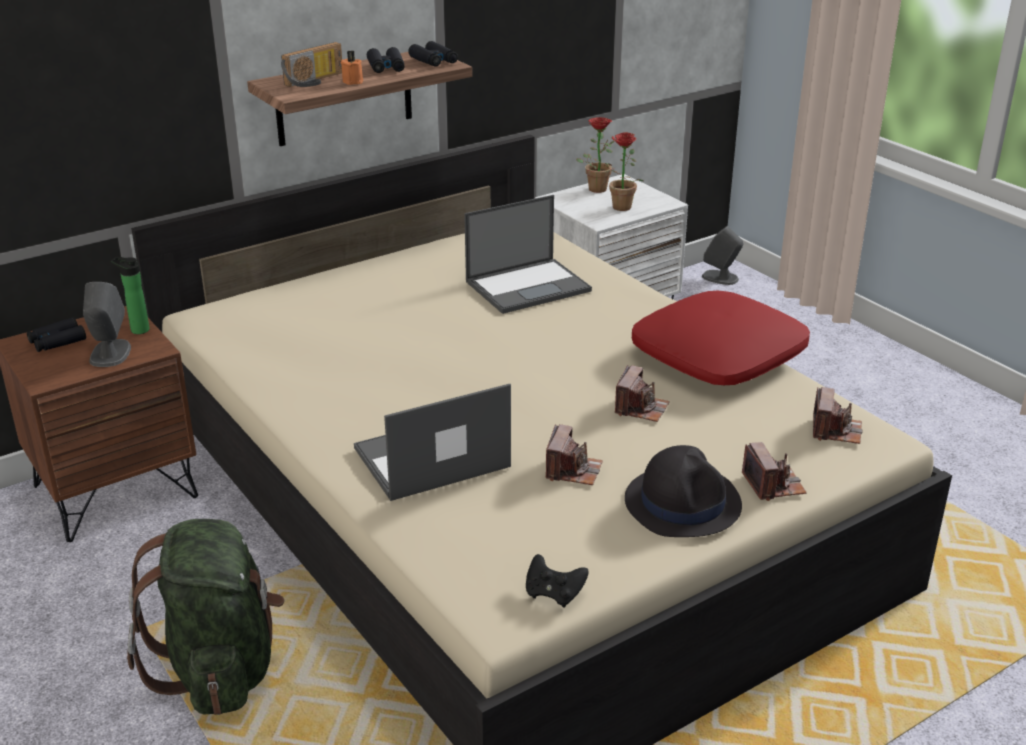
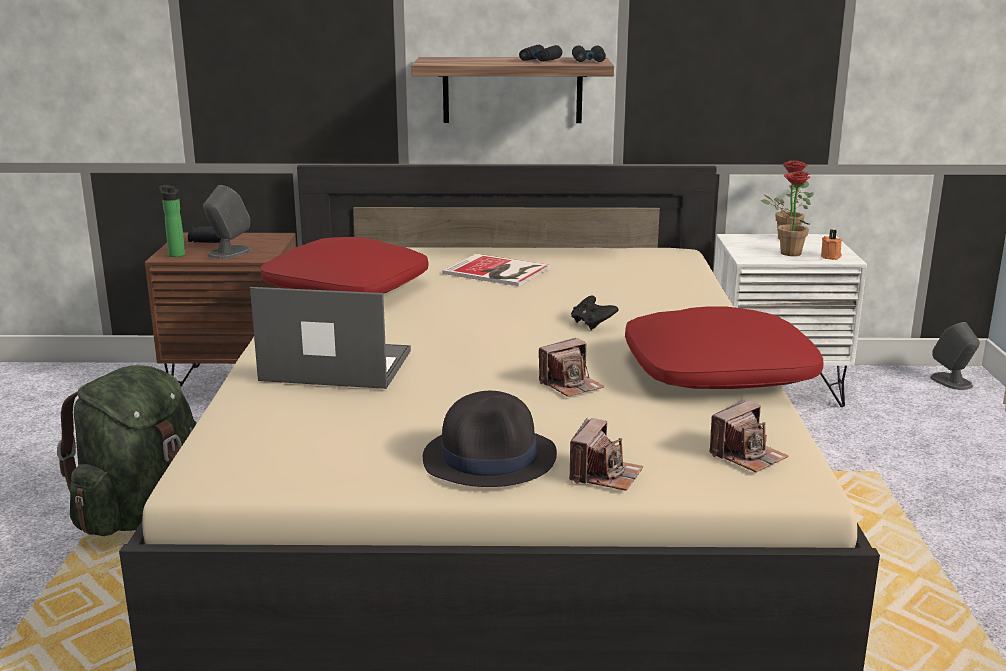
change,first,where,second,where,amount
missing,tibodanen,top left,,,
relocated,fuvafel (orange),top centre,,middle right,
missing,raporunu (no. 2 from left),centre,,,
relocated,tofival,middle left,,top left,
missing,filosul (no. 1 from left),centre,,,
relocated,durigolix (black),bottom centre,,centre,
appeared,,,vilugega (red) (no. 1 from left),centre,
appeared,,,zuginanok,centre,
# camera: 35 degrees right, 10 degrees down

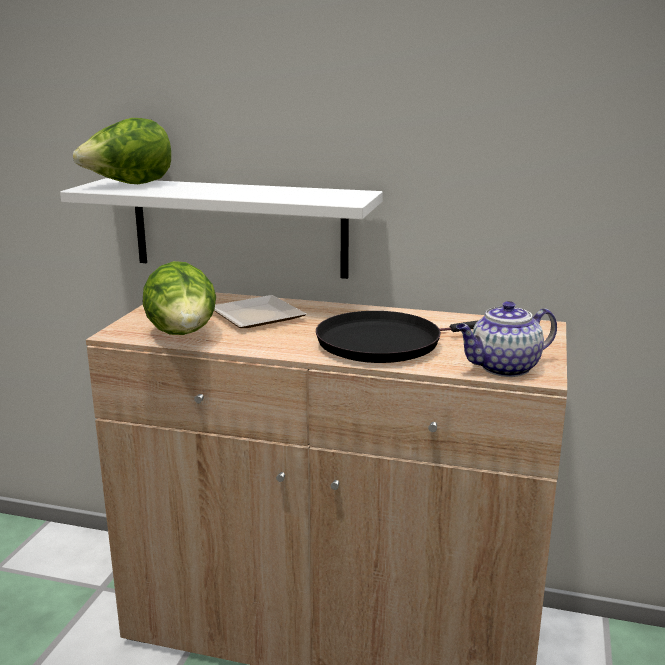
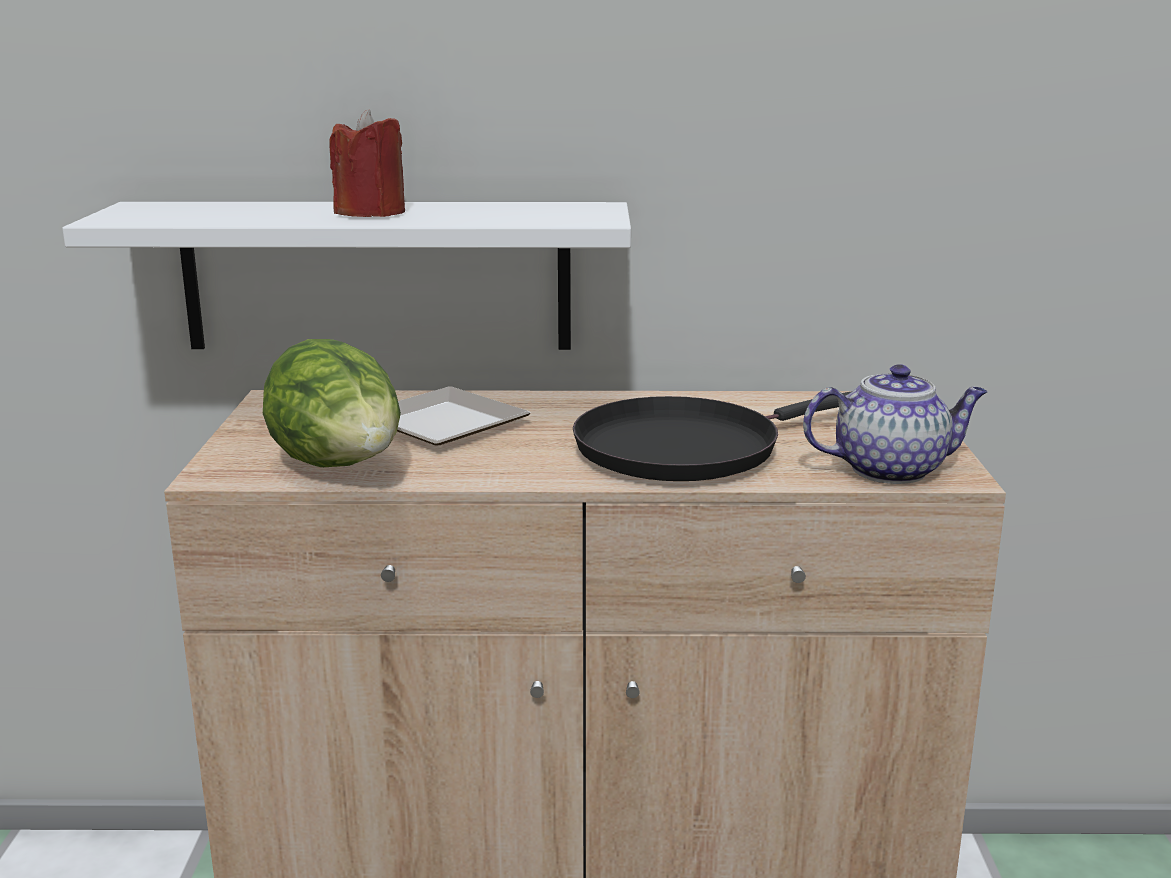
change,first,where,second,where,amount
missing,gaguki (no. 1 from left),top left,,,
spun,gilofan,middle right,,middle right,150 degrees counterclockwise
appeared,,,fuvafel (red),top left,
# camera: 15 degrees left, 0 degrees up

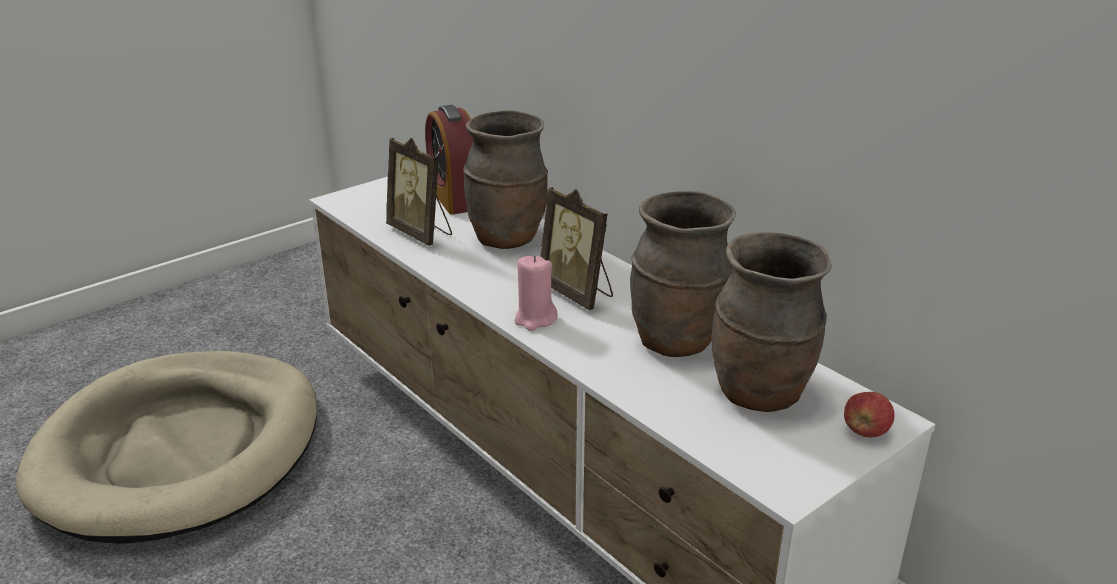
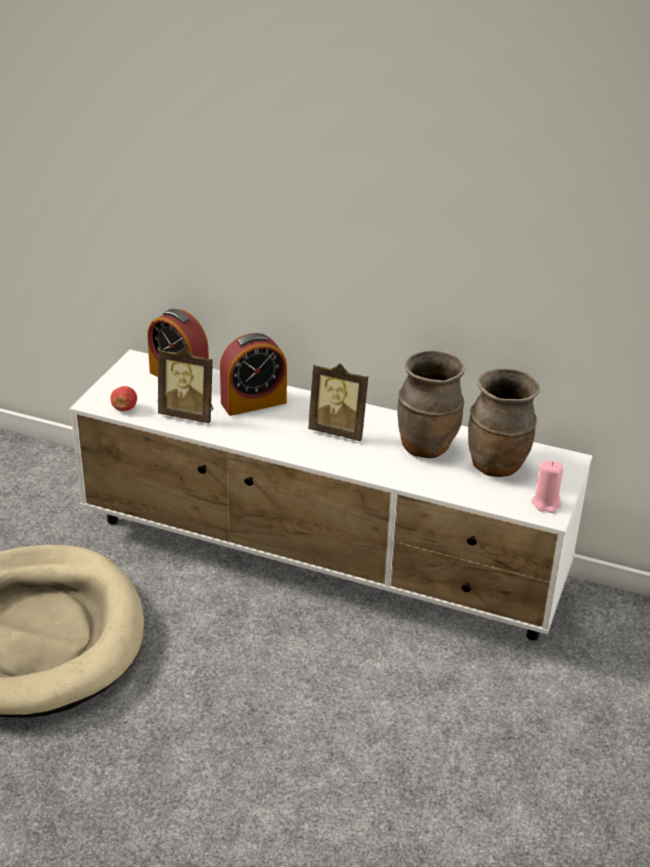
change,first,where,second,where,amount
exchanged,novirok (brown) (no. 1 from left),top centre,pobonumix (no. 2 from left),centre,
relocated,fuvafel (pink),centre,,middle right,
relocated,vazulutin,bottom right,,middle left,
# camera: 30 degrees left, 5 degrees up

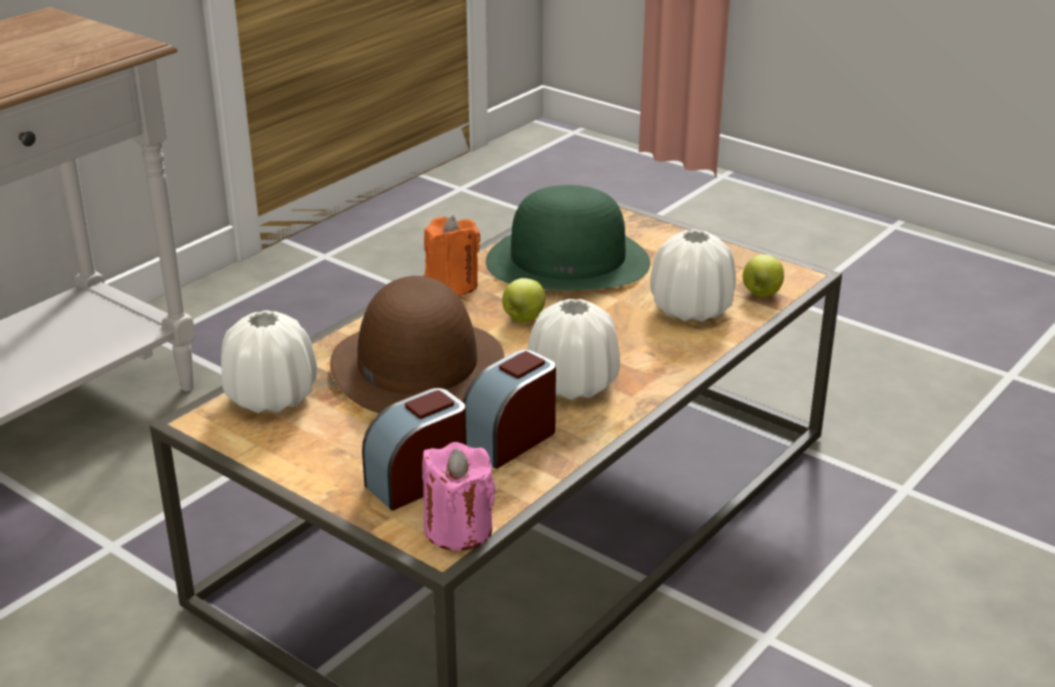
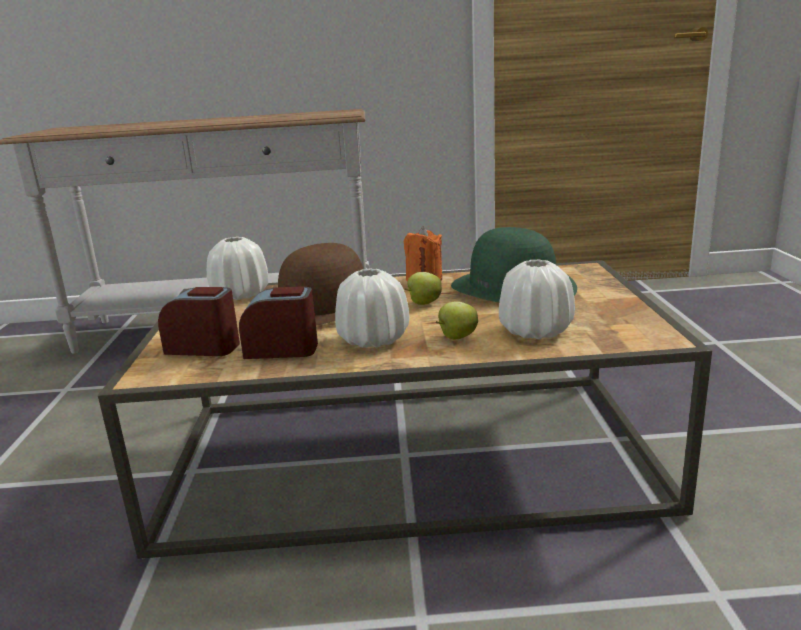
change,first,where,second,where,amount
relocated,vazulutin (no. 2 from left),middle right,,centre,
missing,fuvafel (pink),bottom centre,,,
# camera: 50 degrees right, 10 degrees down

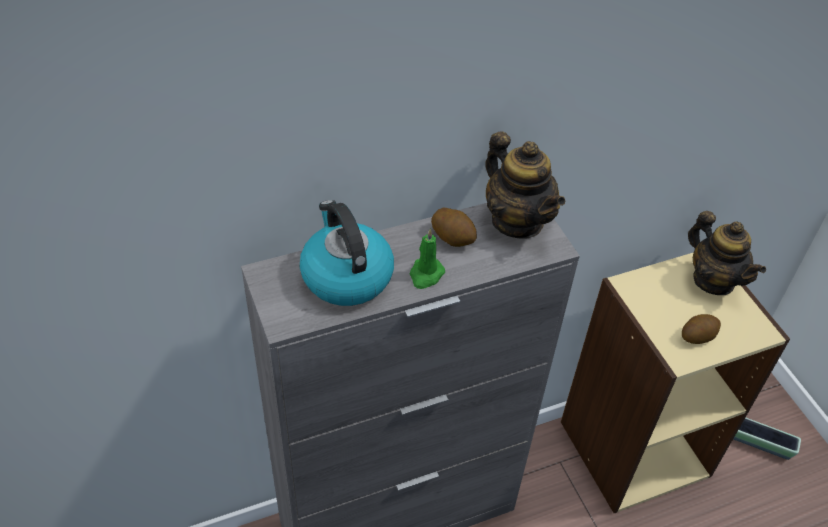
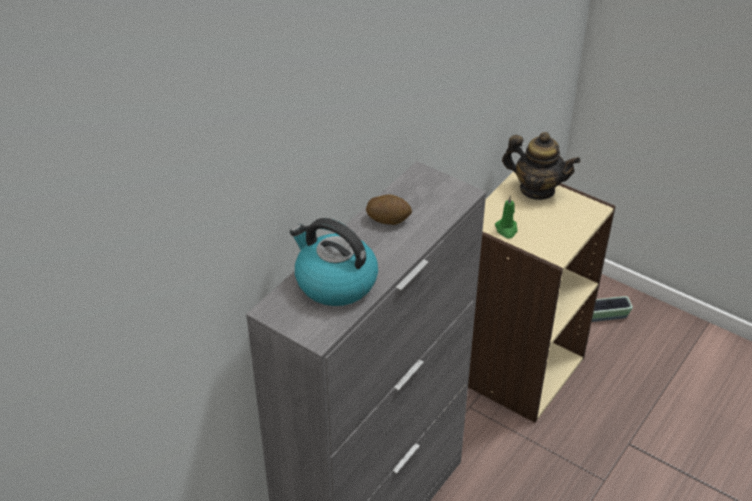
change,first,where,second,where,amount
missing,gilofan (no. 1 from left),centre,,,
relocated,fuvafel (green),centre,,middle right,
missing,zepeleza (no. 2 from left),middle right,,,
# camera: 30 degrees left, 5 degrees down

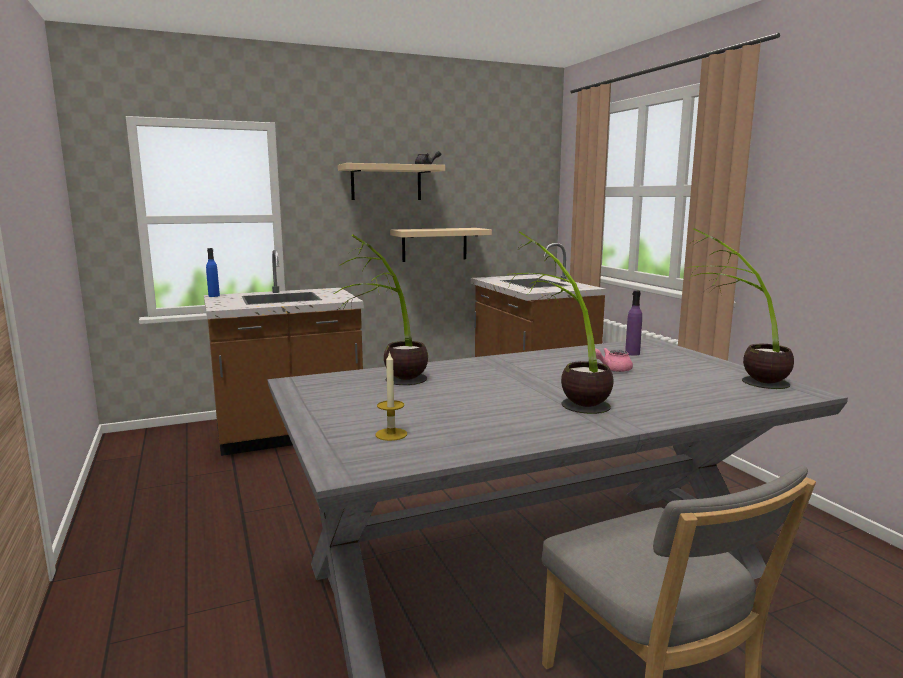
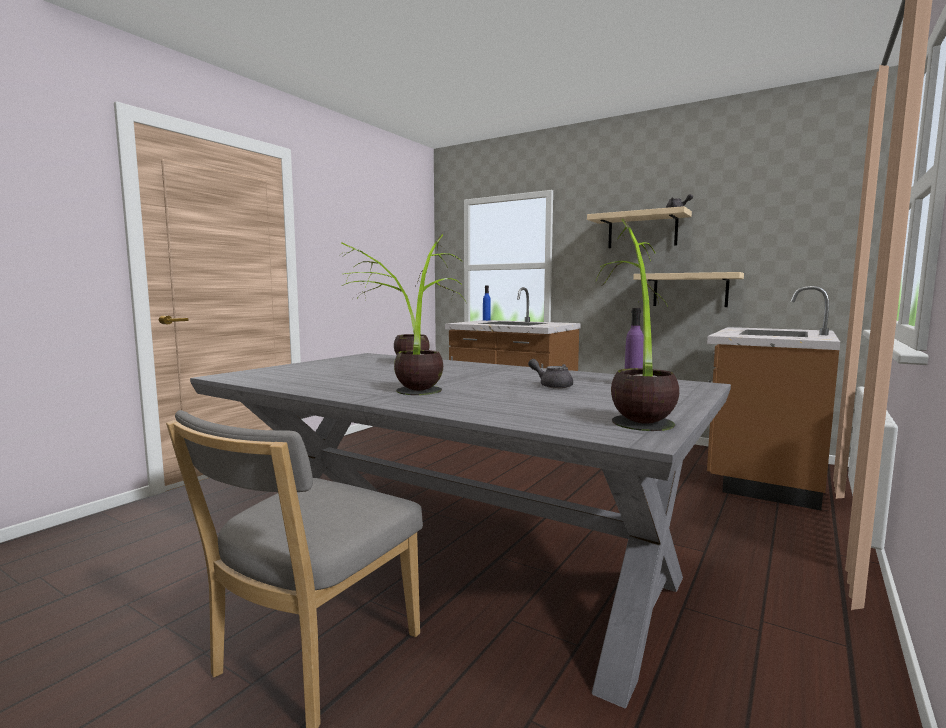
change,first,where,second,where,amount
colour,gilofan (pink),middle right,gilofan (grey) (no. 1 from left),centre,
missing,fuvafel,centre,,,
# camera: 55 degrees right, 5 degrees down

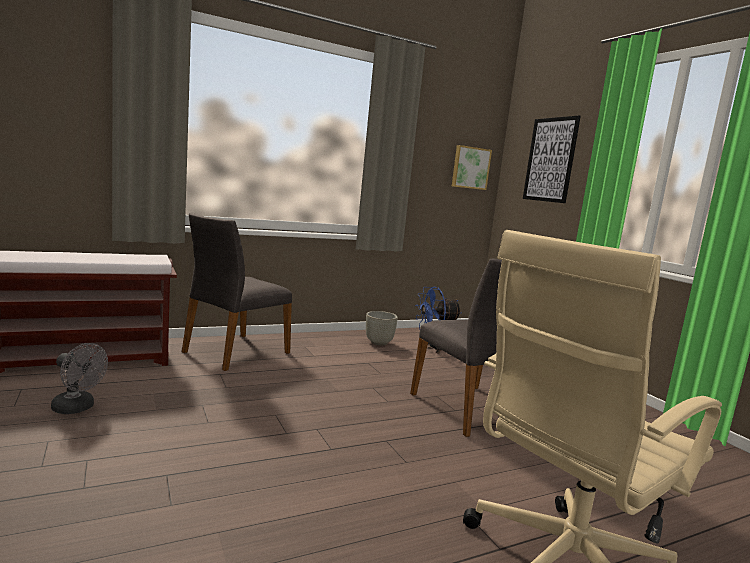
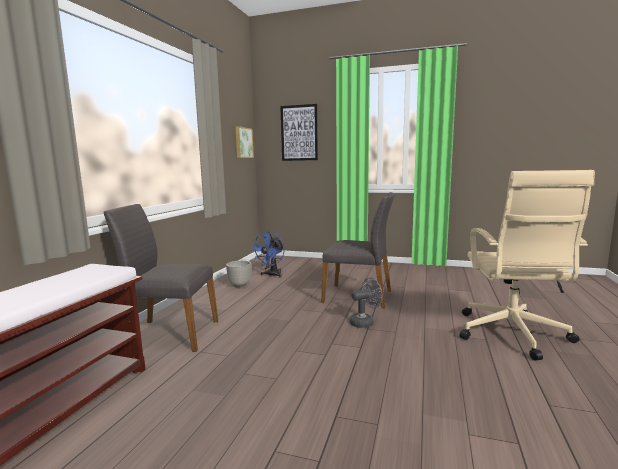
change,first,where,second,where,amount
spun,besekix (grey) (no. 1 from left),middle left,,middle left,105 degrees clockwise
relocated,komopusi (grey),bottom left,,centre,
# camera: 45 degrees left, 0 degrees up

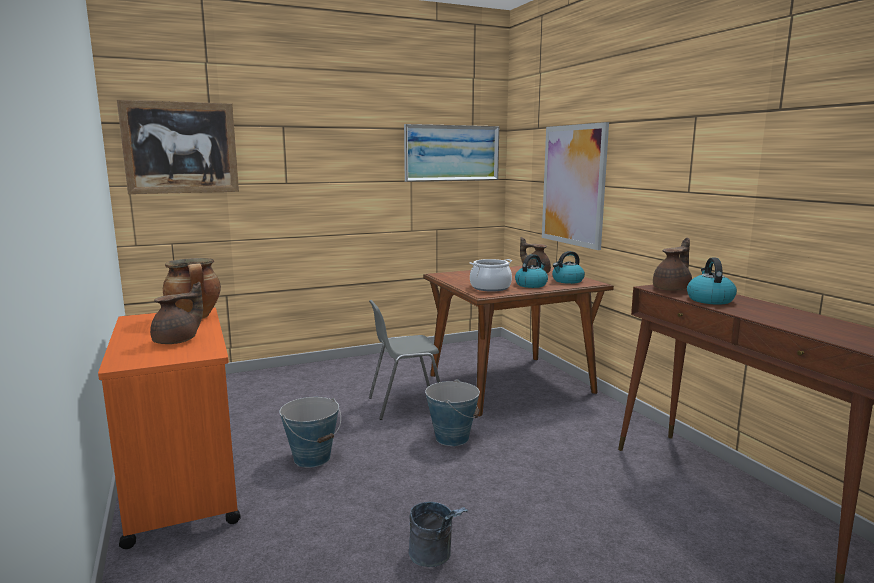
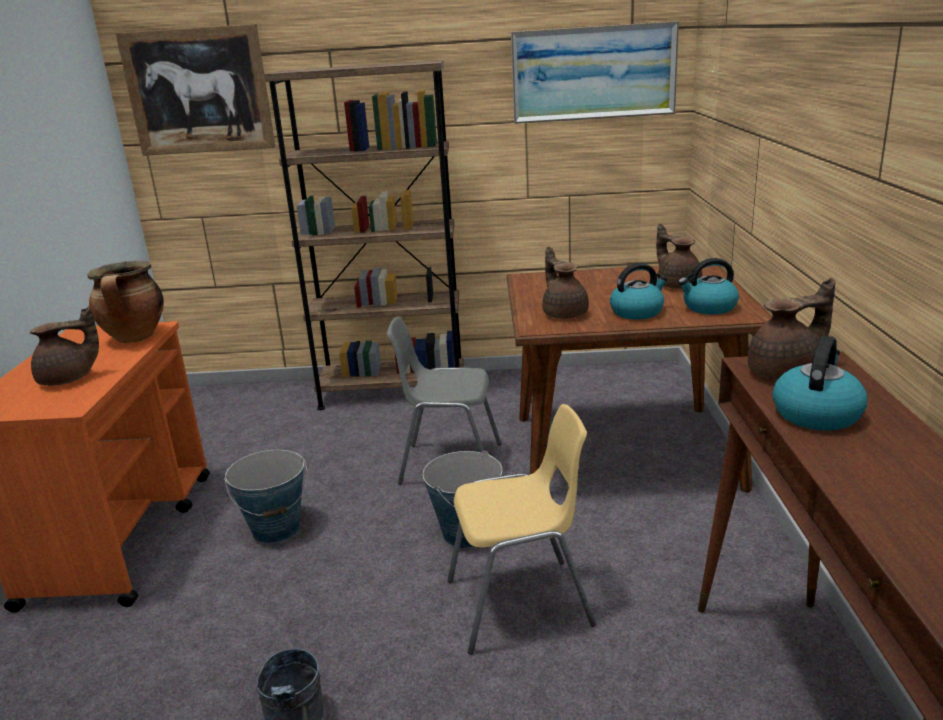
change,first,where,second,where,amount
missing,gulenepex (no. 3 from left),top centre,,,
exchanged,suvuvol (no. 2 from left),centre,gilofan (brown) (no. 2 from left),centre,
appeared,,,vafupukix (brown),top centre,
appeared,,,besekix (yellow),bottom centre,
# camera: 25 degrees right, 10 degrees up

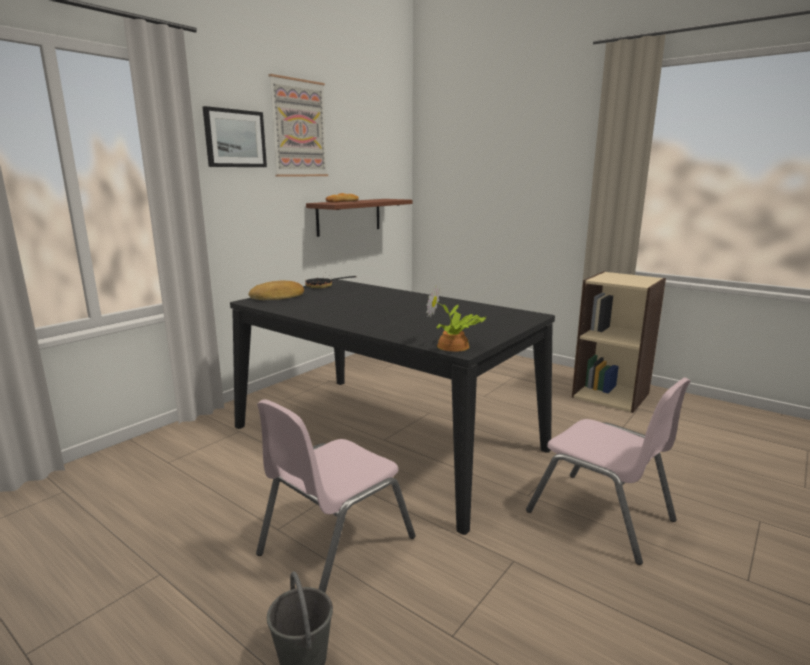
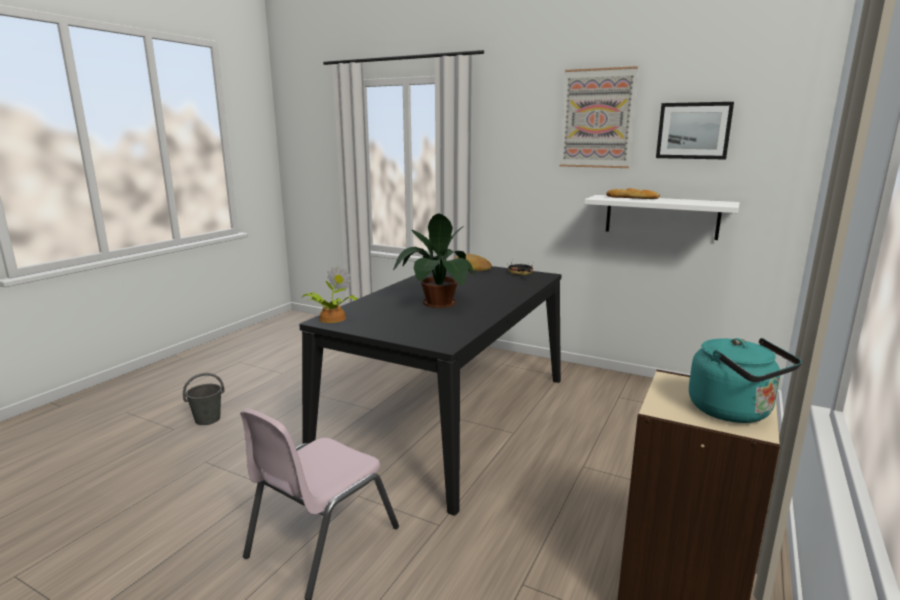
change,first,where,second,where,amount
relocated,gulenepex (no. 1 from left in the first image),top left,gulenepex (no. 2 from left),top right,
colour,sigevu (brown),top centre,sigevu (white),middle right,
missing,besekix (pink) (no. 1 from left),bottom centre,,,
appeared,,,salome (no. 2 from left),centre,
appeared,,,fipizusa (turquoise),middle right,
# camera: 80 degrees right, 0 degrees up

